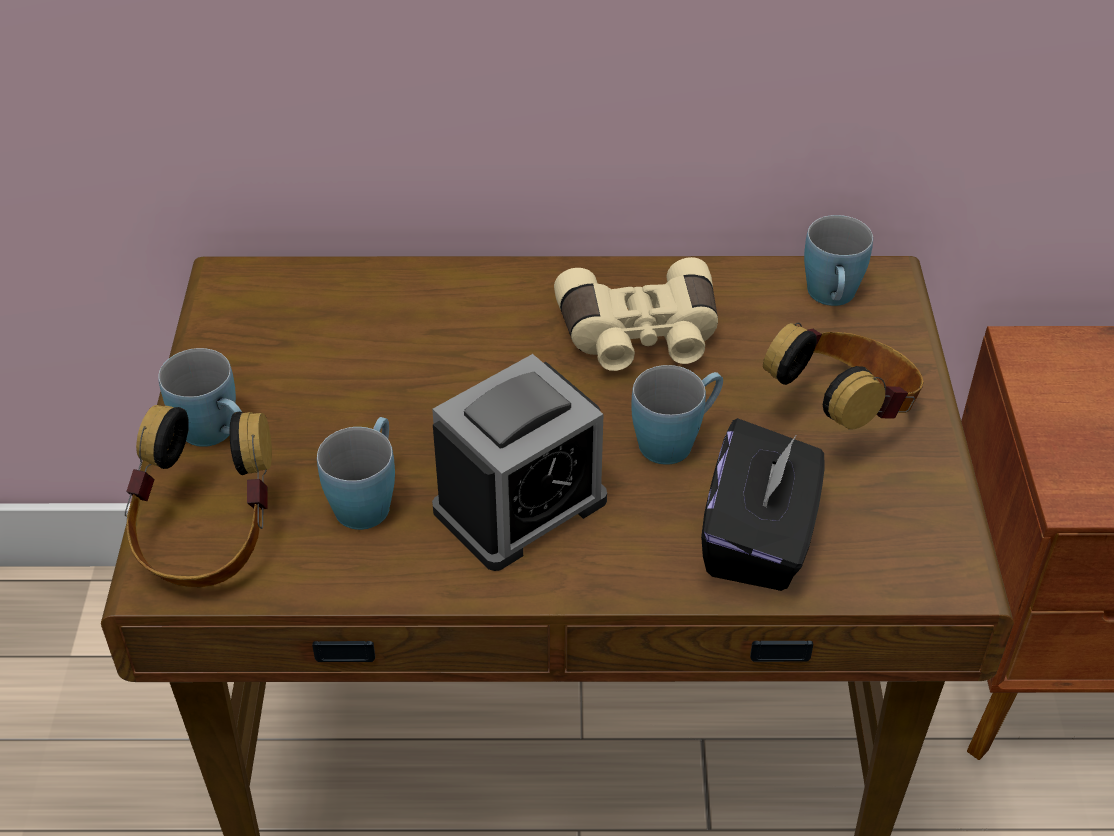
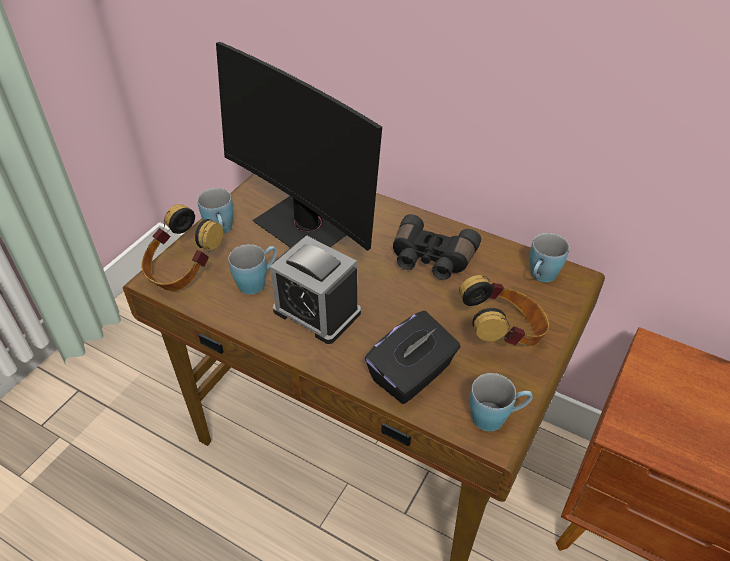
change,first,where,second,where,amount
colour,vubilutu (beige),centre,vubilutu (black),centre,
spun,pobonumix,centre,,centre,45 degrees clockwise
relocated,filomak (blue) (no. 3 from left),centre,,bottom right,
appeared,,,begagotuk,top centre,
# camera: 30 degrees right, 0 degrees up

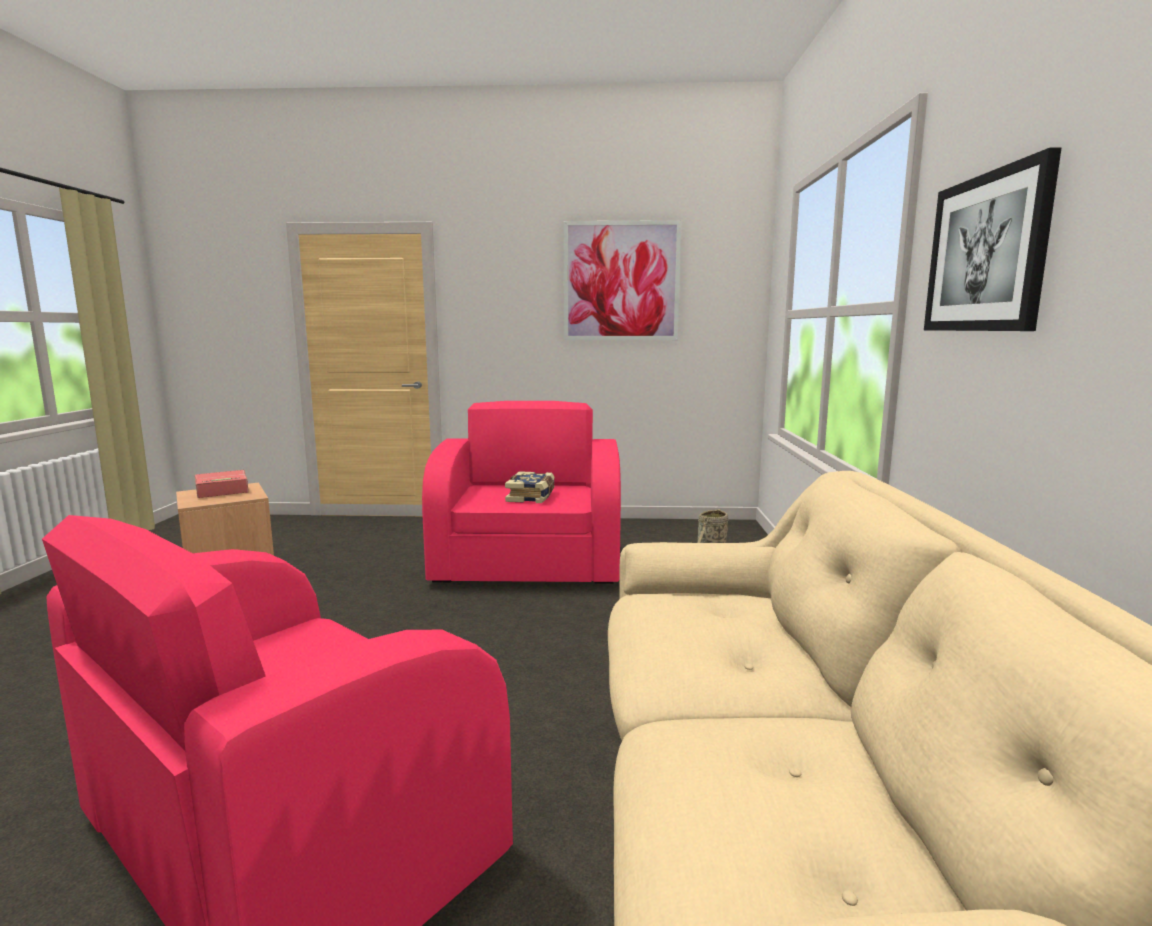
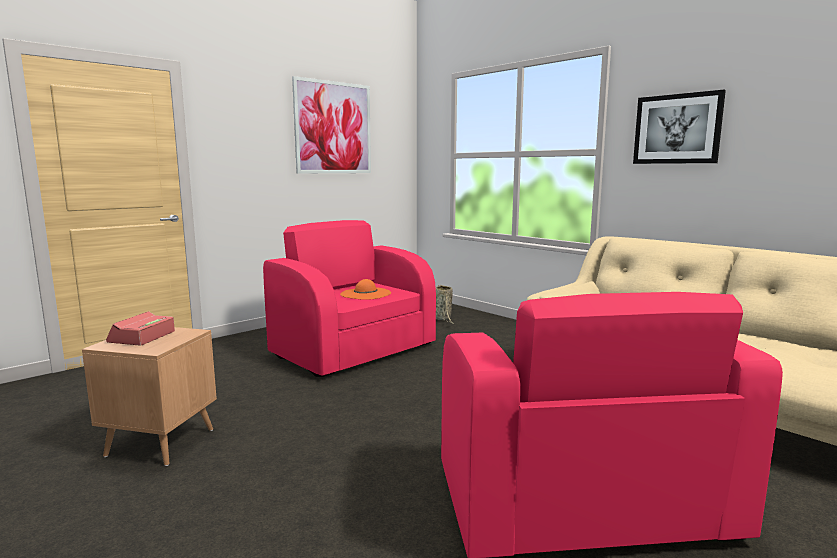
change,first,where,second,where,amount
exchanged,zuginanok,centre,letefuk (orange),centre,
# camera: 45 degrees left, 0 degrees up

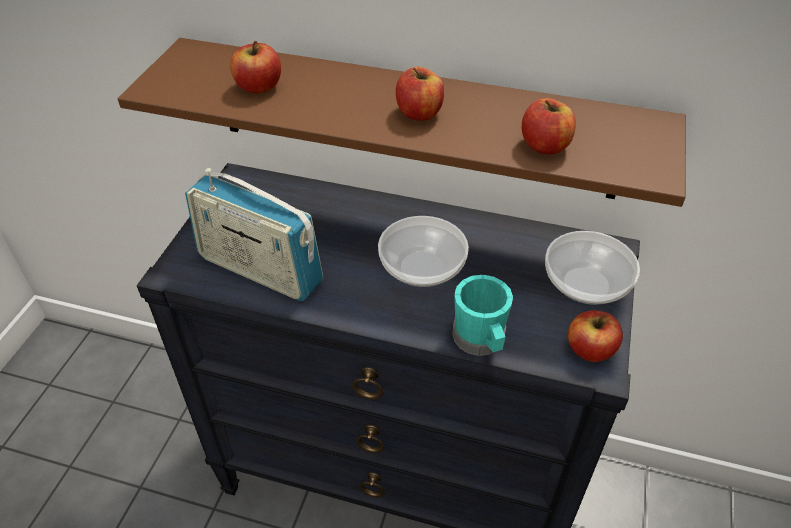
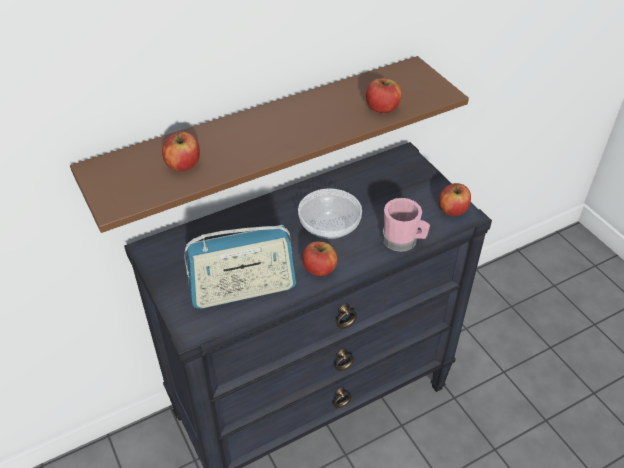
change,first,where,second,where,amount
relocated,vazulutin (no. 2 from left),top centre,,centre,
missing,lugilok (no. 2 from left),middle right,,,
colour,filomak (turquoise),centre,filomak (pink),centre,
# camera: 45 degrees left, 0 degrees up

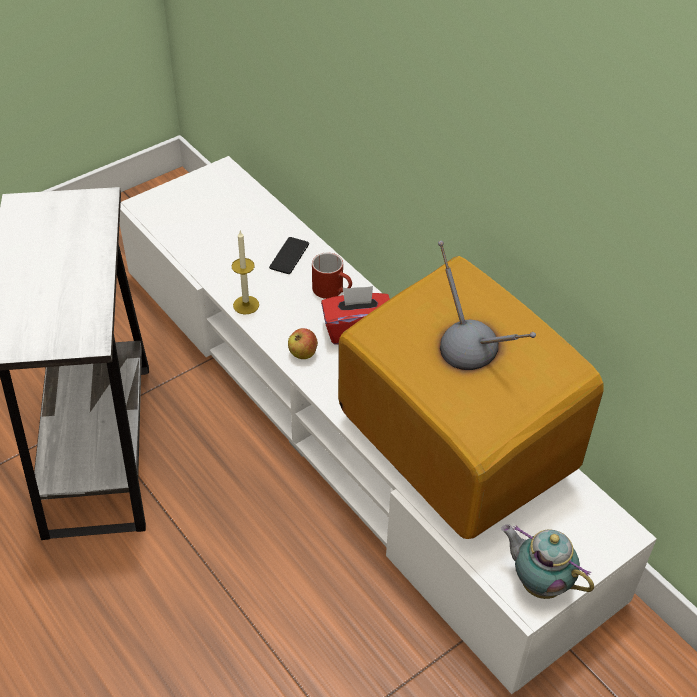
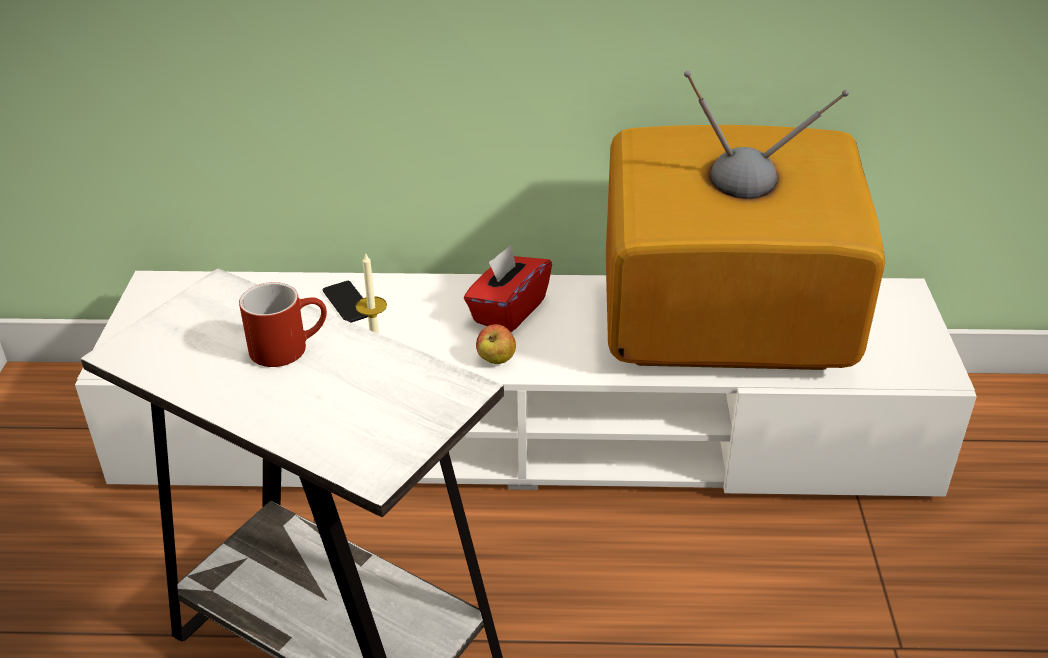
change,first,where,second,where,amount
relocated,filomak (red),centre,,middle left,
missing,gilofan,bottom right,,,
# camera: 50 degrees left, 10 degrees down

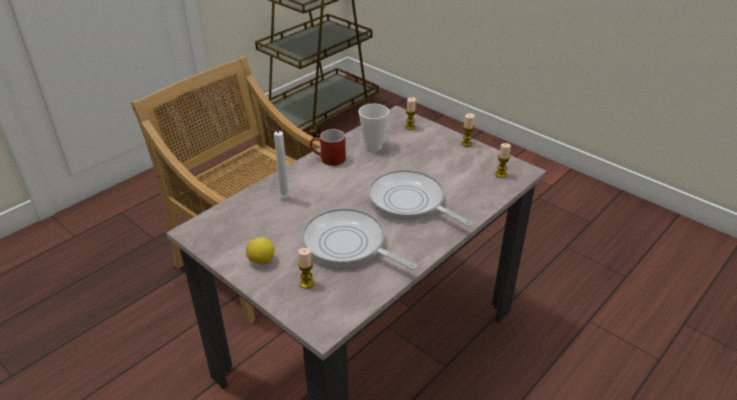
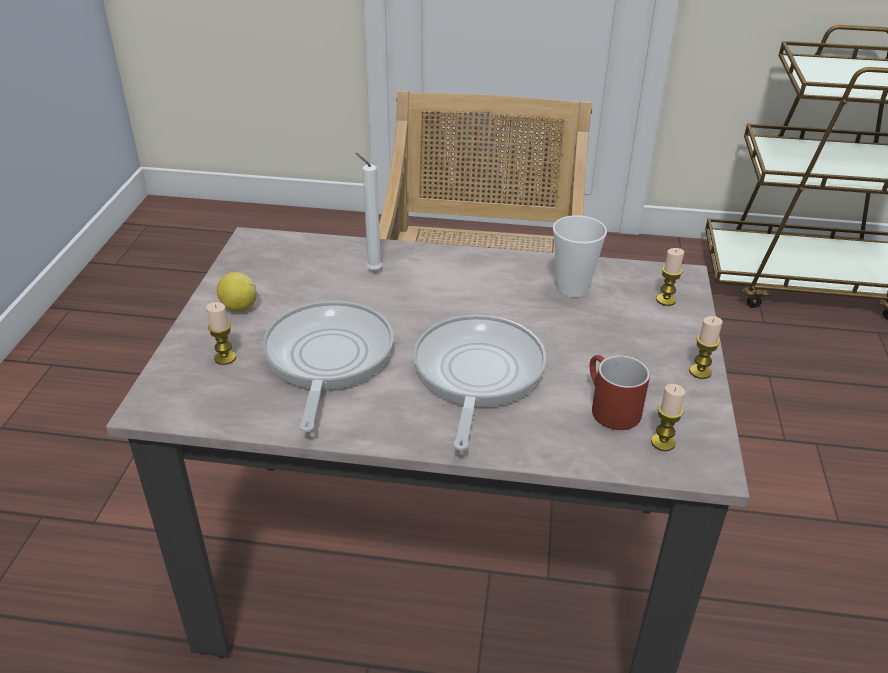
change,first,where,second,where,amount
relocated,filomak (red),centre,,middle right,
# camera: 55 degrees right, 0 degrees up

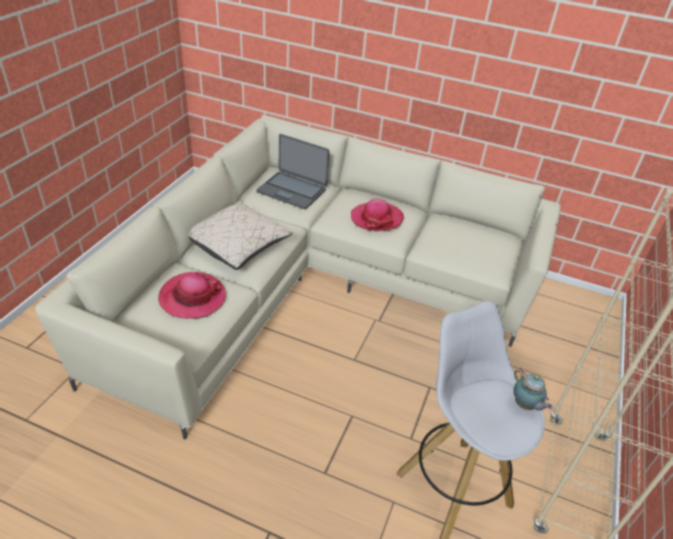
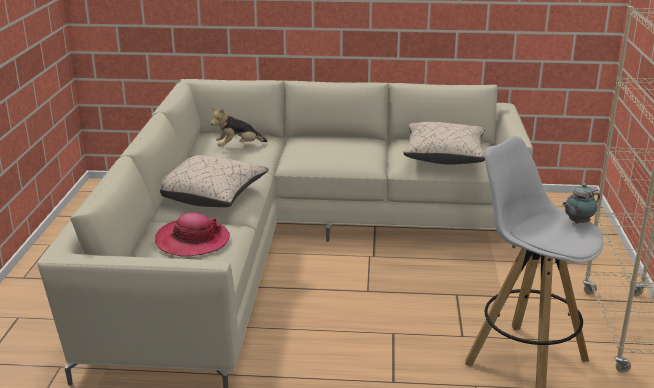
change,first,where,second,where,amount
exchanged,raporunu,top centre,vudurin,top centre,
missing,letefuk (no. 2 from left),centre,,,
spun,gilofan,bottom right,,middle right,105 degrees clockwise
appeared,,,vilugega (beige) (no. 2 from left),middle right,
# camera: 15 degrees left, 15 degrees down

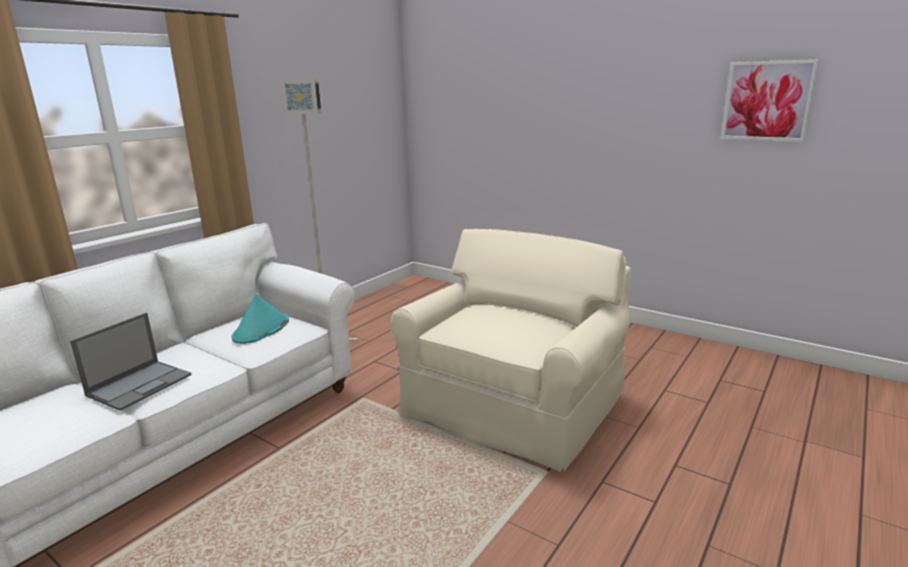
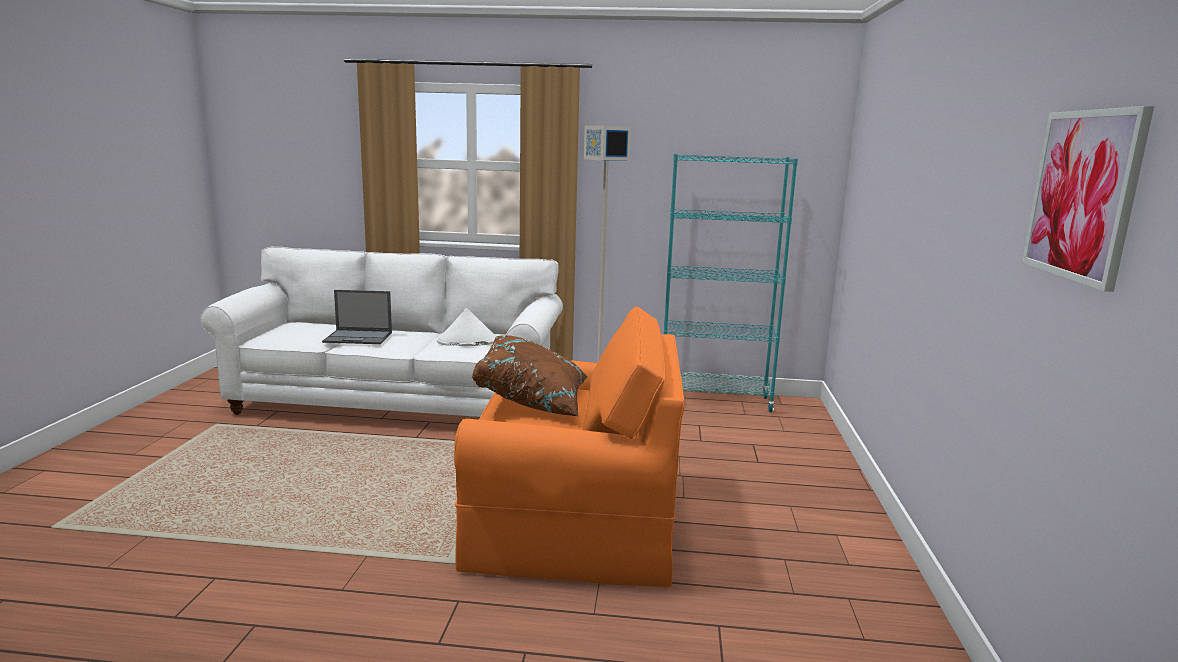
change,first,where,second,where,amount
colour,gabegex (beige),centre,gabegex (orange),bottom centre,
colour,letefuk (turquoise),middle left,letefuk (white),centre,
appeared,,,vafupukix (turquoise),centre,
appeared,,,vilugega (brown),centre,
# camera: 60 degrees right, 5 degrees down

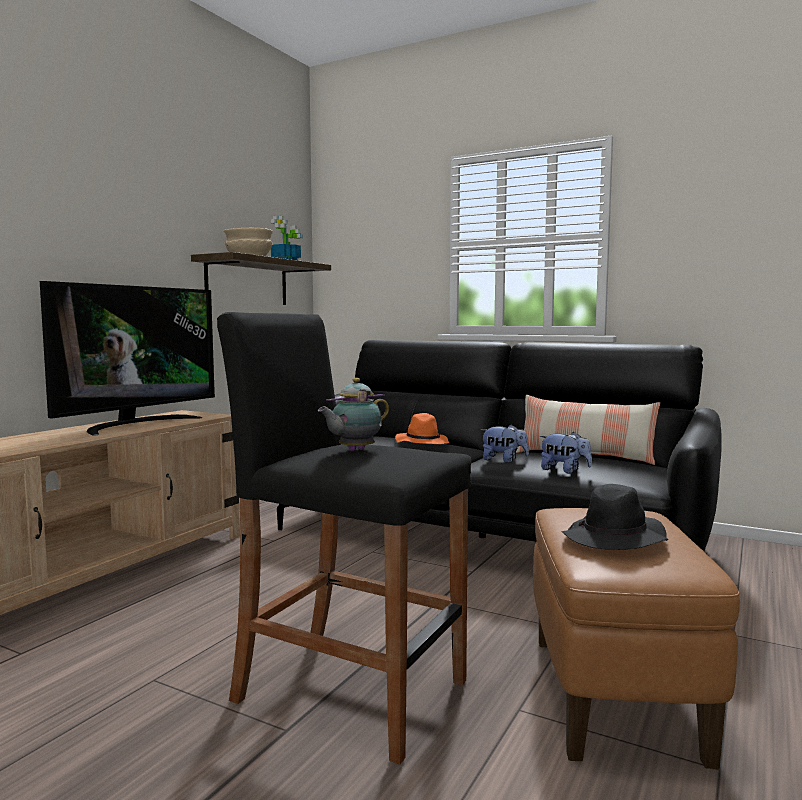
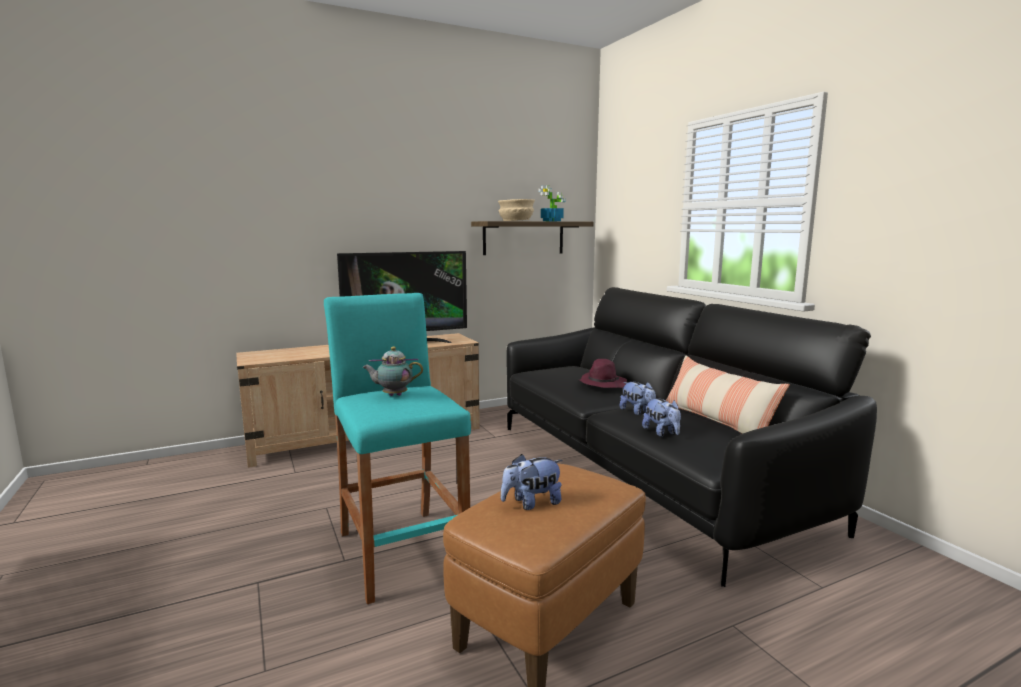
change,first,where,second,where,amount
colour,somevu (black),bottom centre,somevu (turquoise),centre,
colour,letefuk (orange),centre,letefuk (purple),centre,
exchanged,letefuk (black),middle right,vudurin (no. 1 from left),bottom centre,
# camera: 35 degrees right, 5 degrees up

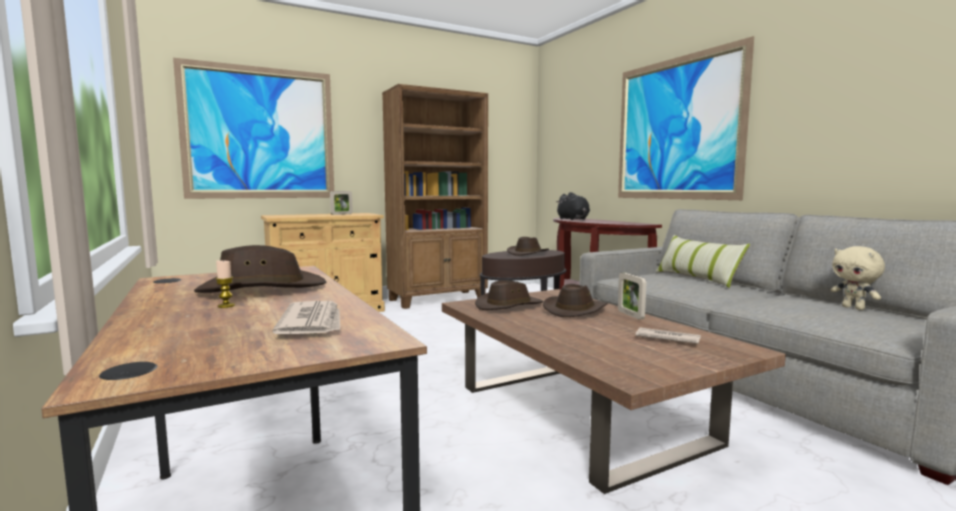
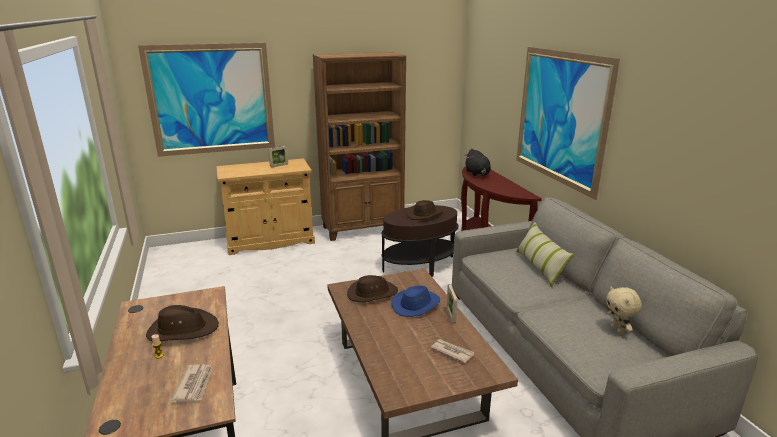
change,first,where,second,where,amount
colour,letefuk (brown) (no. 4 from left),centre,letefuk (blue),bottom centre,
# camera: 10 degrees right, 15 degrees up

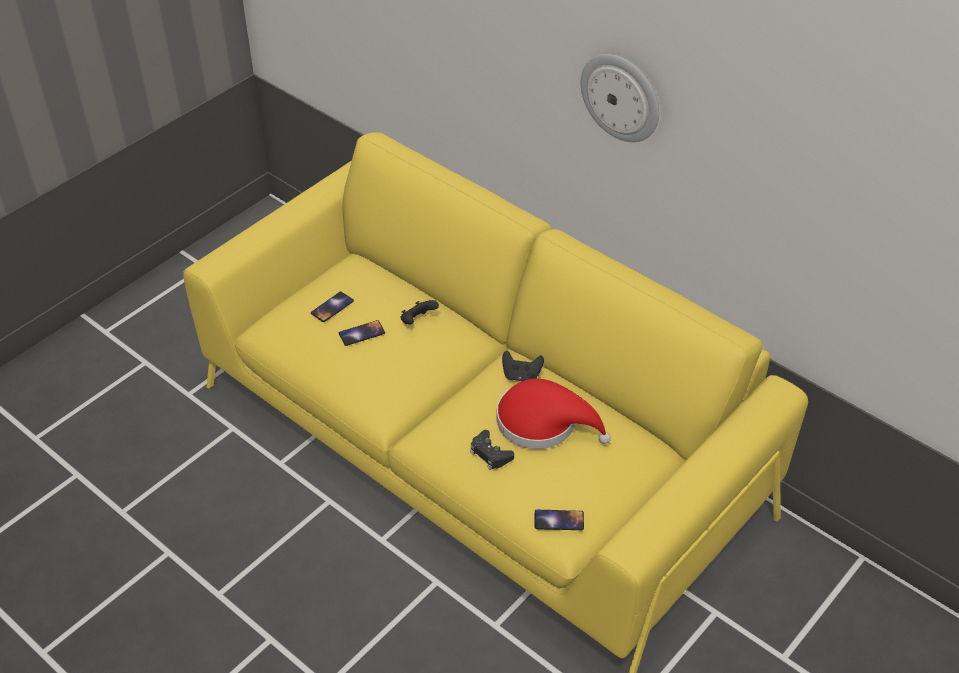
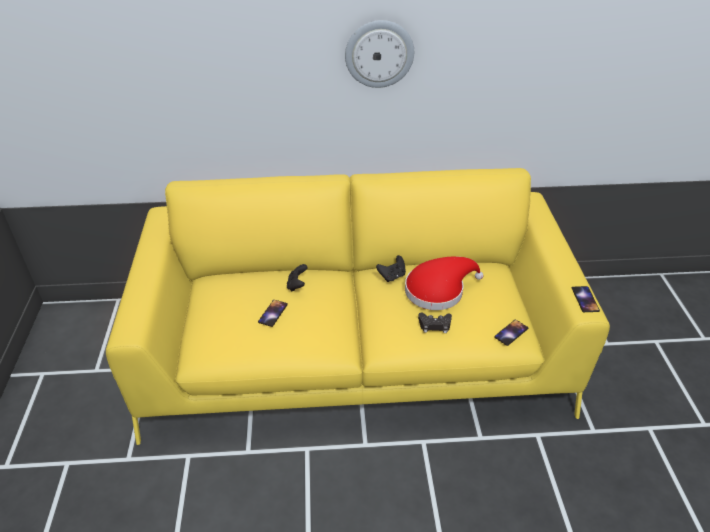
change,first,where,second,where,amount
relocated,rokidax (no. 1 from left in the first image),centre,rokidax (no. 3 from left),middle right,
# camera: 45 degrees left, 5 degrees down

